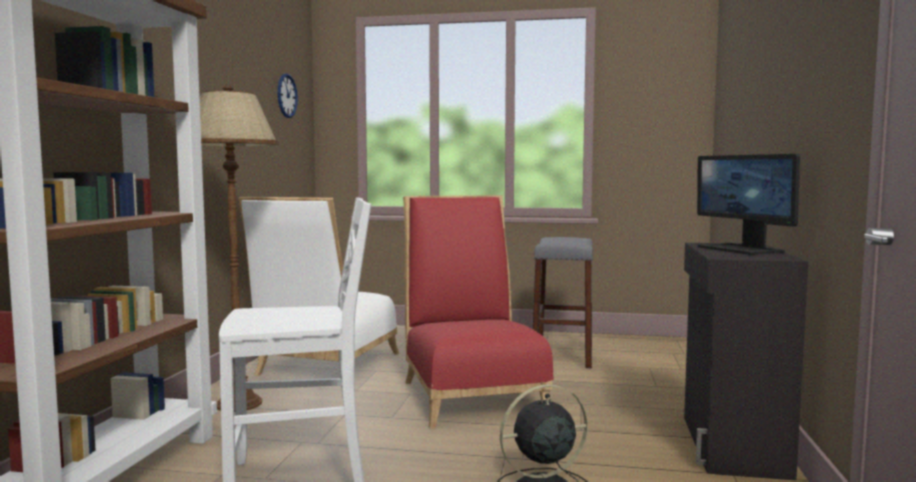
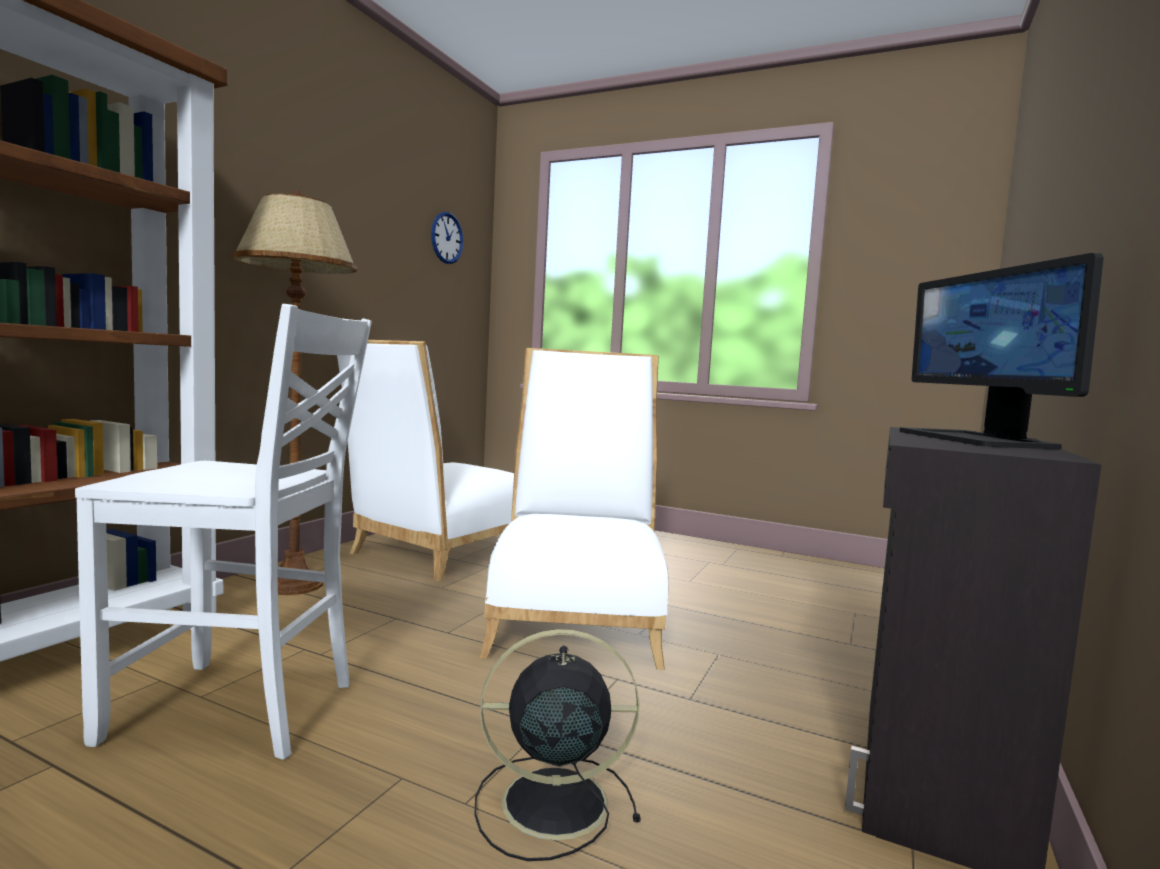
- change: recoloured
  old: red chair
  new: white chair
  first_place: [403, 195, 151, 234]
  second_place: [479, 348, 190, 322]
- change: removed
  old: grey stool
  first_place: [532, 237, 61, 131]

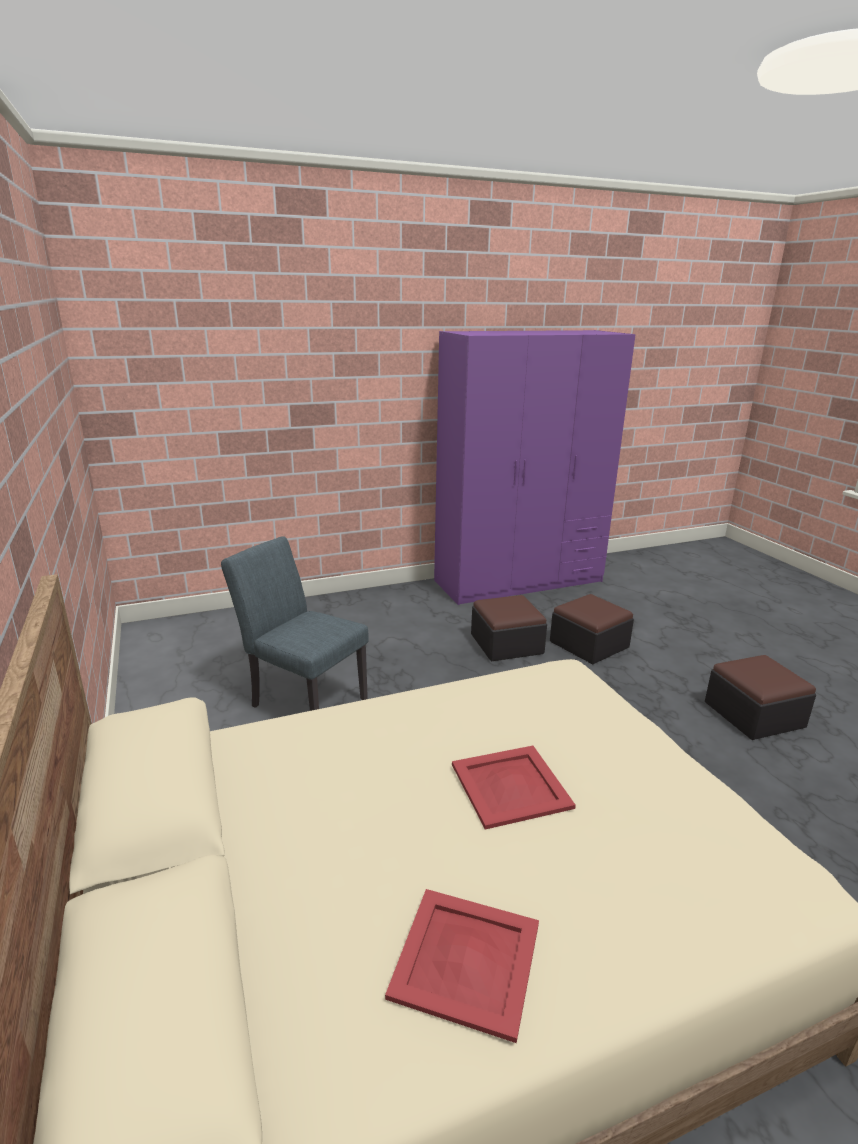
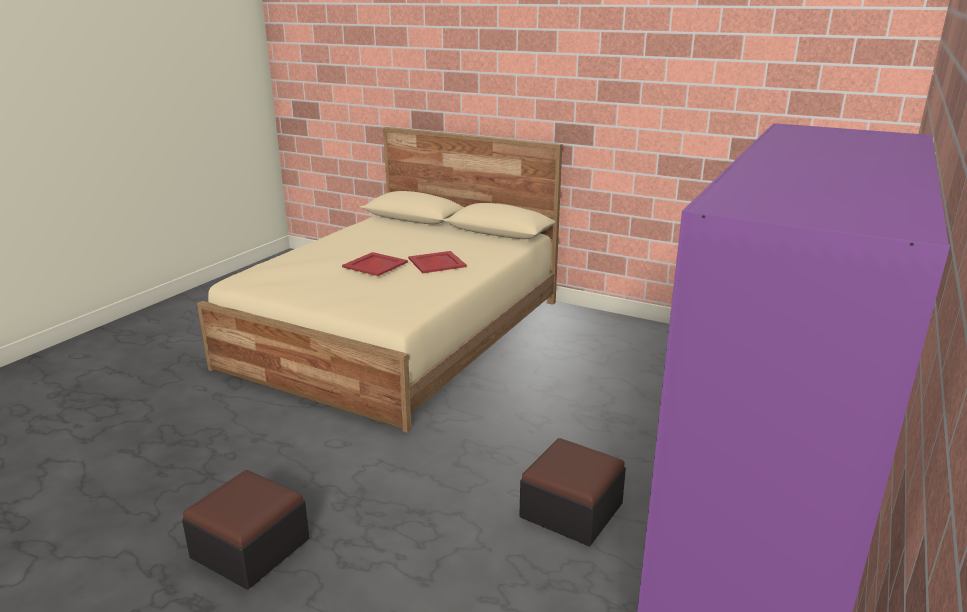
- change: removed
  old: grey chair
  first_place: [221, 536, 148, 175]
- change: moved
  old: red tray
  first_place: [385, 889, 154, 154]
  second_place: [408, 251, 59, 22]
- change: removed
  old: ottoman
  first_place: [550, 594, 84, 70]

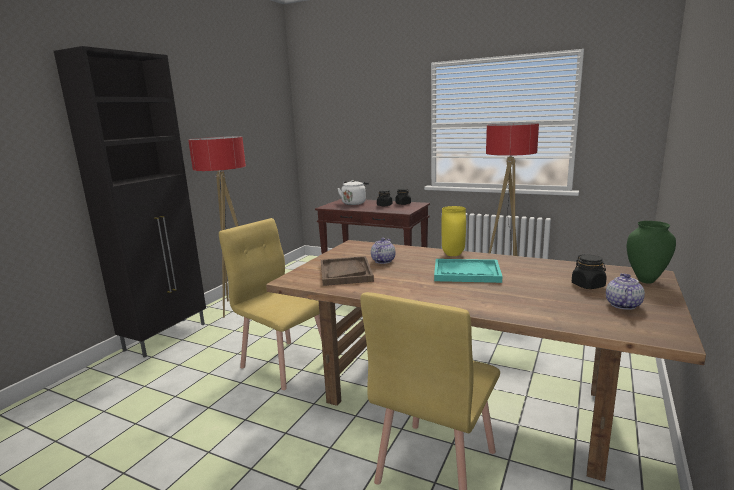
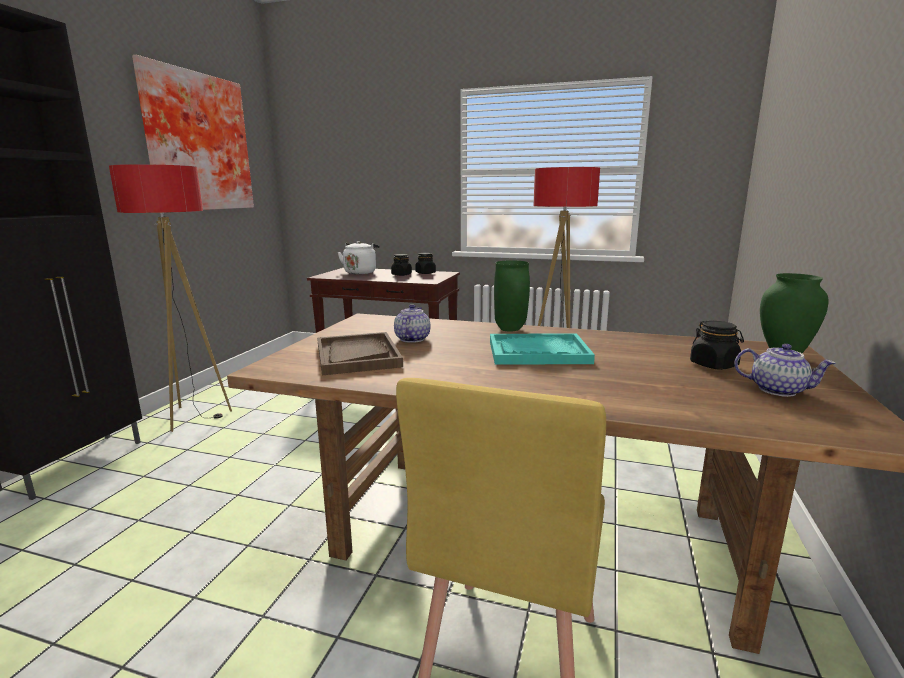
- change: removed
  old: yellow chair
  first_place: [219, 218, 103, 172]
- change: recoloured
  old: yellow vase
  new: green vase
  first_place: [441, 206, 25, 50]
  second_place: [494, 260, 36, 71]
- change: turned
  old: teapot
  first_place: [606, 273, 39, 37]
  second_place: [734, 344, 102, 53]
  degrees: 105
- change: added
  new: picture
  second_place: [132, 55, 122, 155]

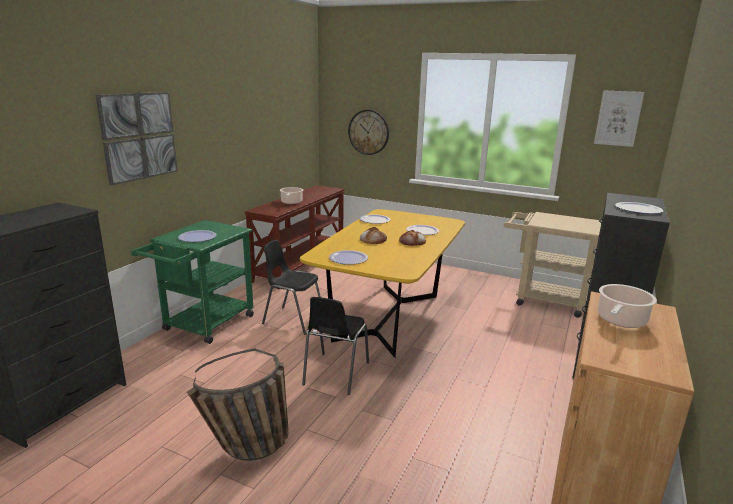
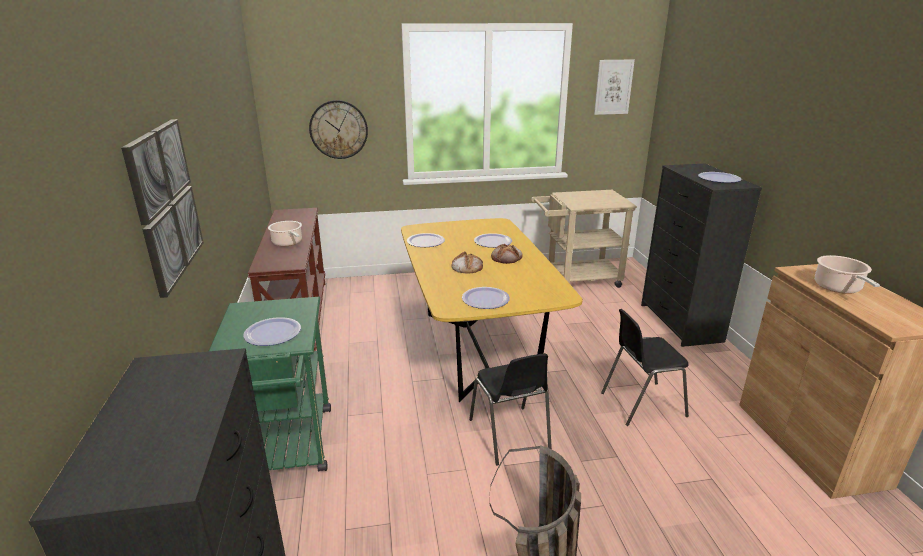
- change: moved
  old: black chair
  first_place: [262, 240, 59, 95]
  second_place: [601, 309, 88, 117]

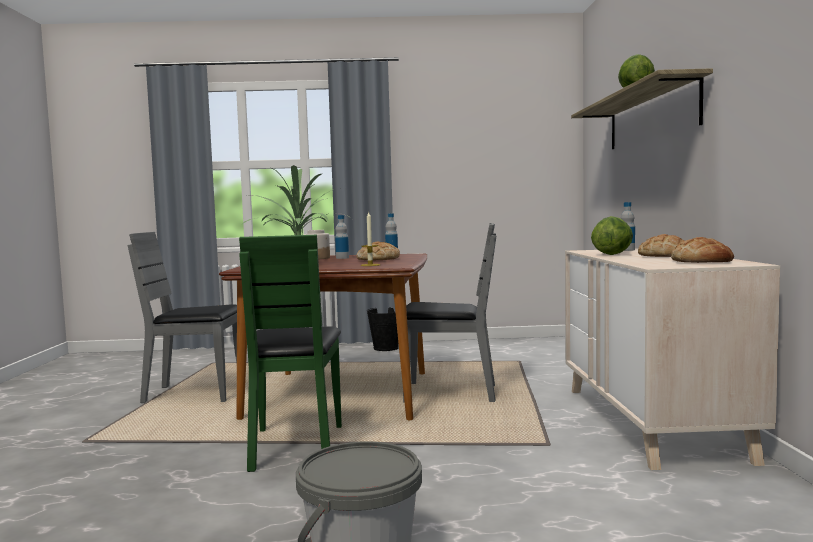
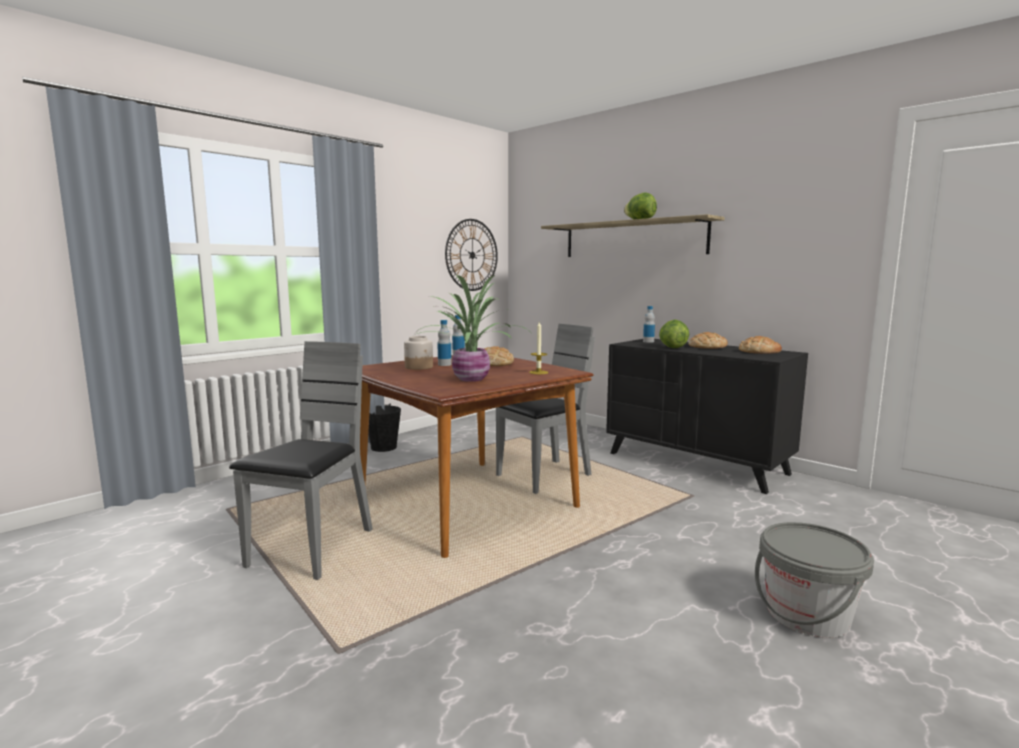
- change: turned
  old: grey chair
  first_place: [128, 232, 109, 171]
  second_place: [229, 341, 144, 239]
  degrees: 150
- change: removed
  old: green chair
  first_place: [239, 235, 103, 237]
- change: recoloured
  old: beige dresser
  new: black dresser
  first_place: [565, 249, 215, 221]
  second_place: [606, 339, 202, 155]
- change: added
  new: wall clock
  second_place: [445, 219, 53, 72]

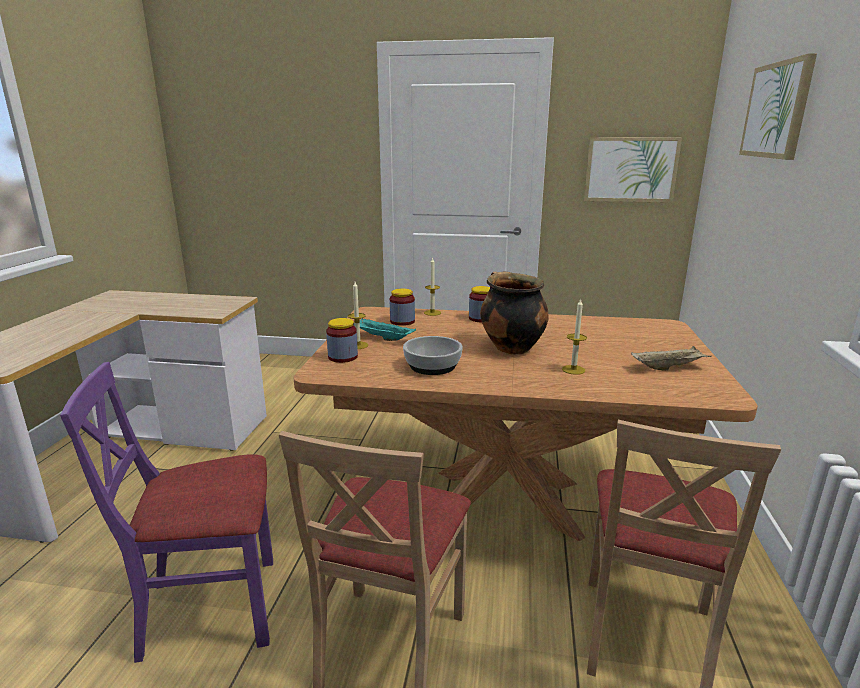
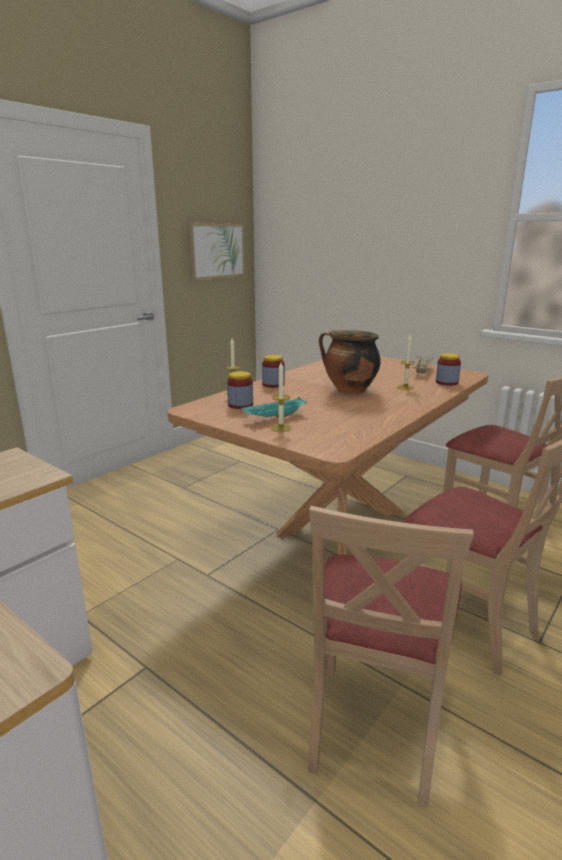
- change: recoloured
  old: purple chair
  new: beige chair
  first_place: [60, 362, 213, 301]
  second_place: [308, 506, 166, 302]
- change: moved
  old: jar
  first_place: [326, 318, 32, 45]
  second_place: [436, 353, 25, 33]
- change: removed
  old: bowl
  first_place: [403, 336, 60, 39]
- change: removed
  old: picture
  first_place: [739, 53, 78, 107]

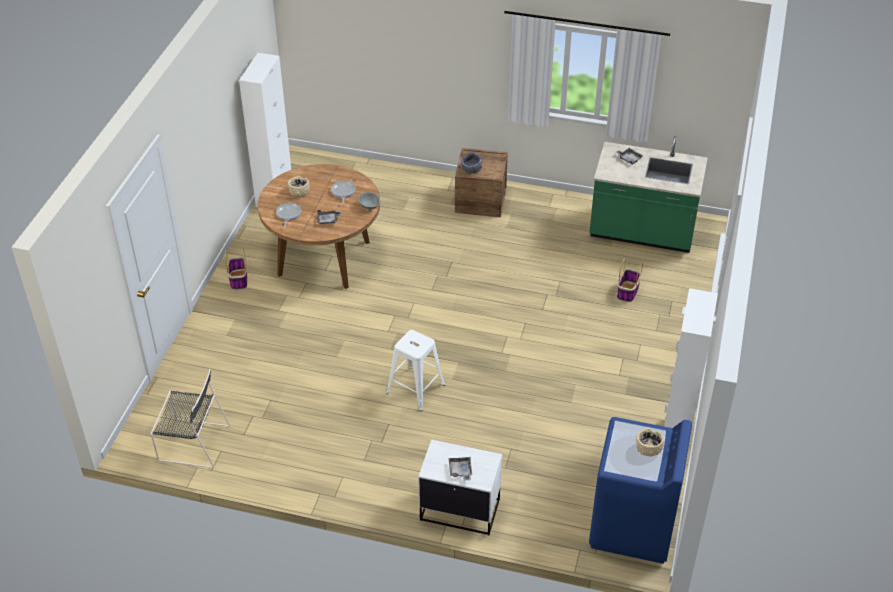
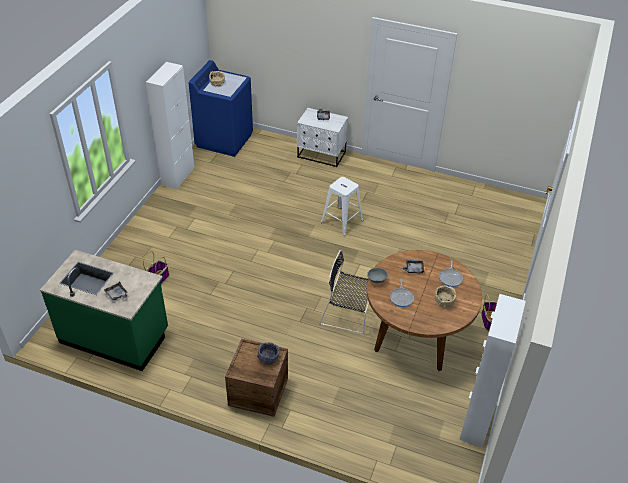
- change: moved
  old: black chair
  first_place: [151, 369, 79, 99]
  second_place: [320, 250, 49, 84]

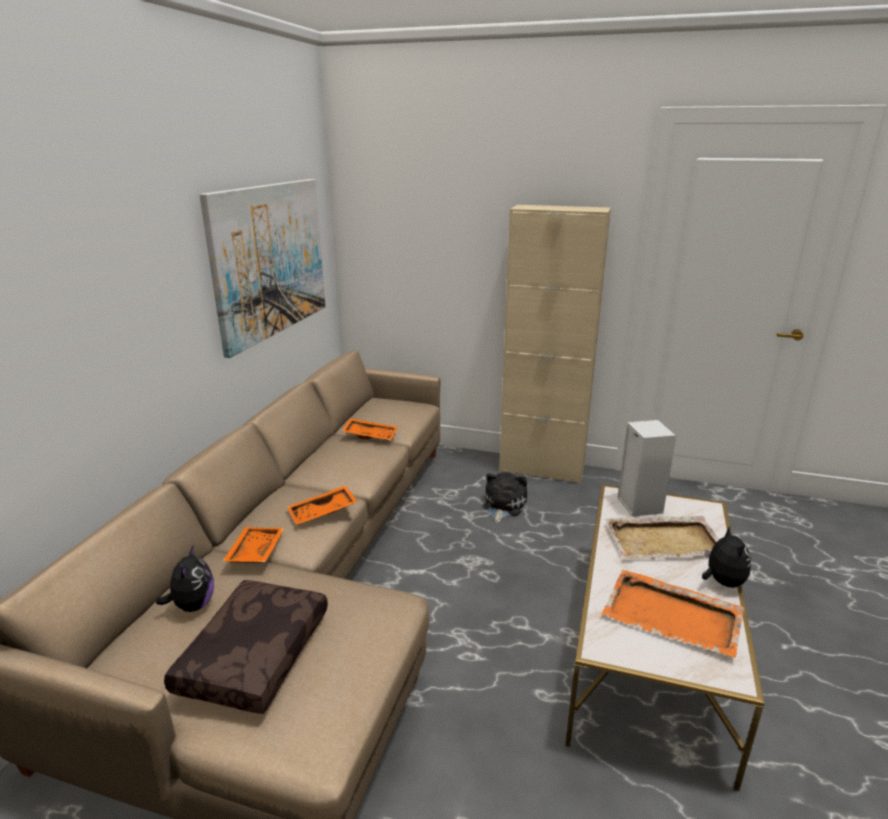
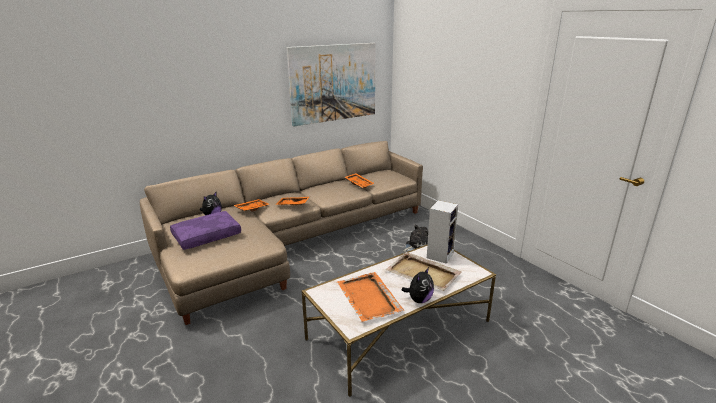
- change: recoloured
  old: brown pillow
  new: purple pillow
  first_place: [164, 580, 164, 134]
  second_place: [170, 211, 71, 39]
- change: removed
  old: beige cabinet
  first_place: [499, 205, 112, 279]

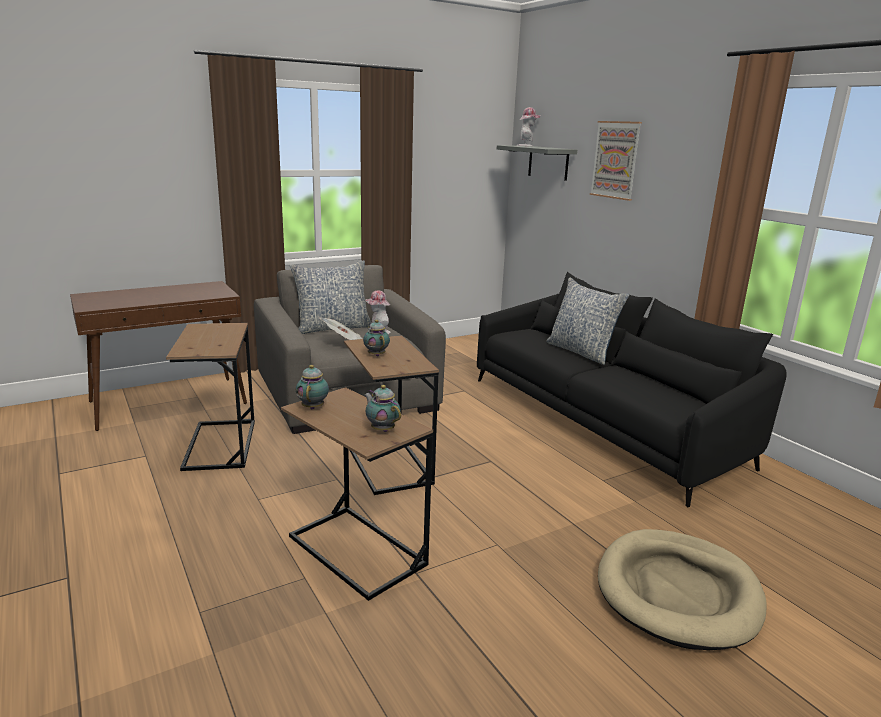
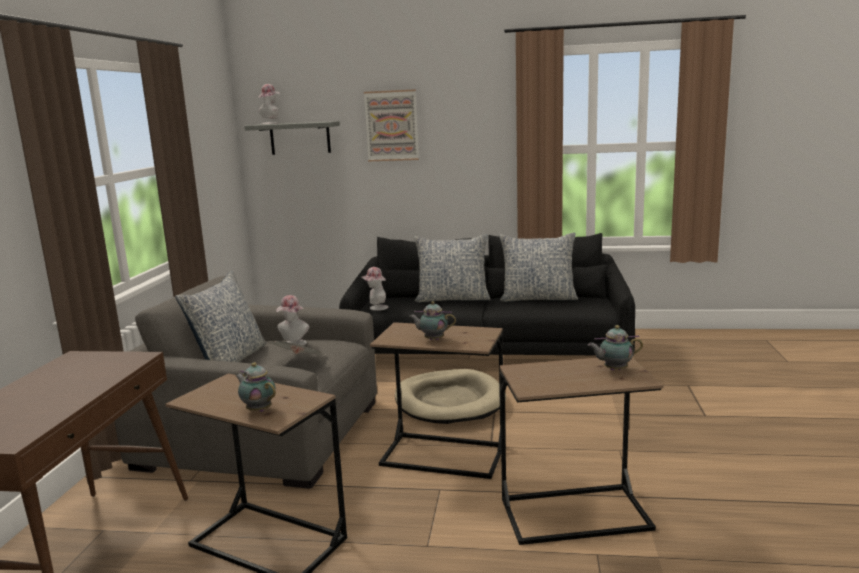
- change: moved
  old: teapot
  first_place: [296, 365, 33, 44]
  second_place: [236, 362, 40, 50]
- change: moved
  old: beige dog bed
  first_place: [598, 529, 169, 121]
  second_place: [395, 369, 111, 55]
- change: added
  new: hat
  second_place: [361, 267, 27, 44]
- change: added
  new: pillow
  second_place: [499, 233, 79, 69]

